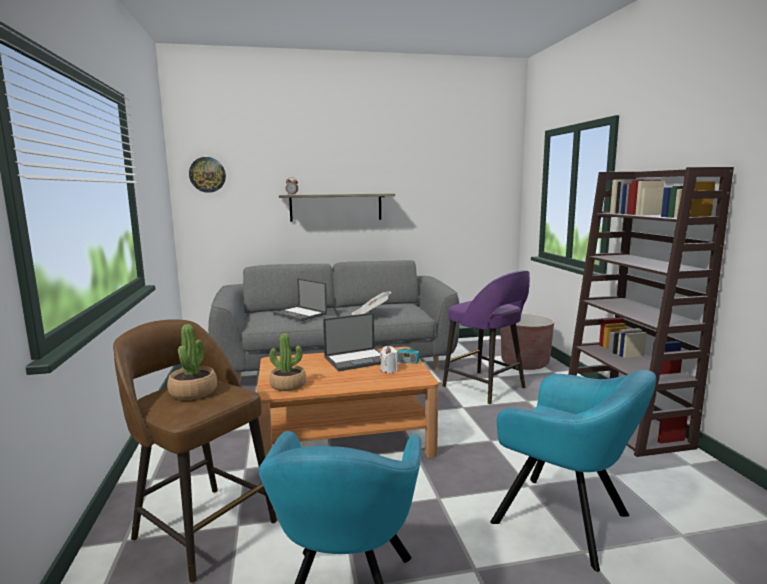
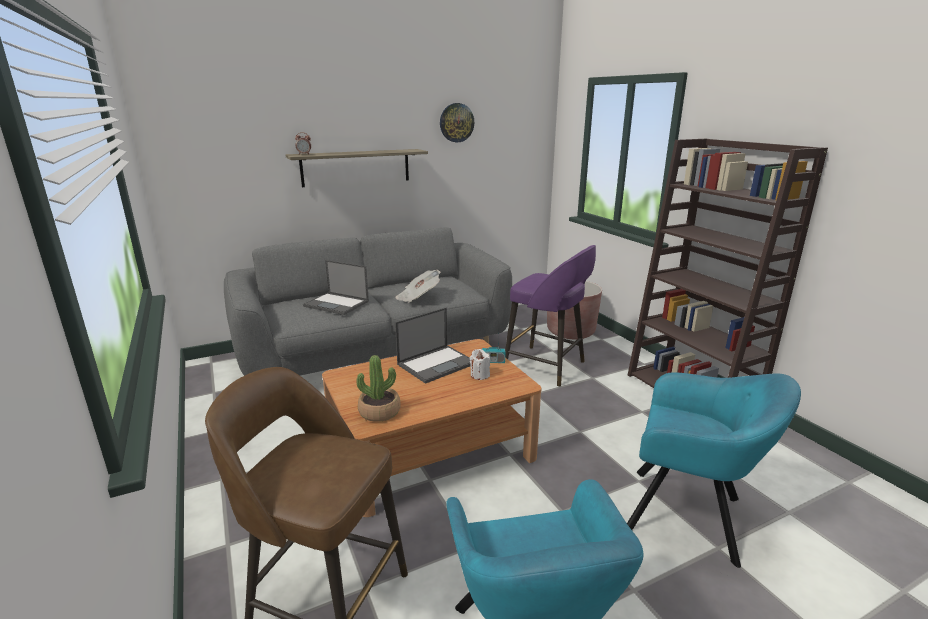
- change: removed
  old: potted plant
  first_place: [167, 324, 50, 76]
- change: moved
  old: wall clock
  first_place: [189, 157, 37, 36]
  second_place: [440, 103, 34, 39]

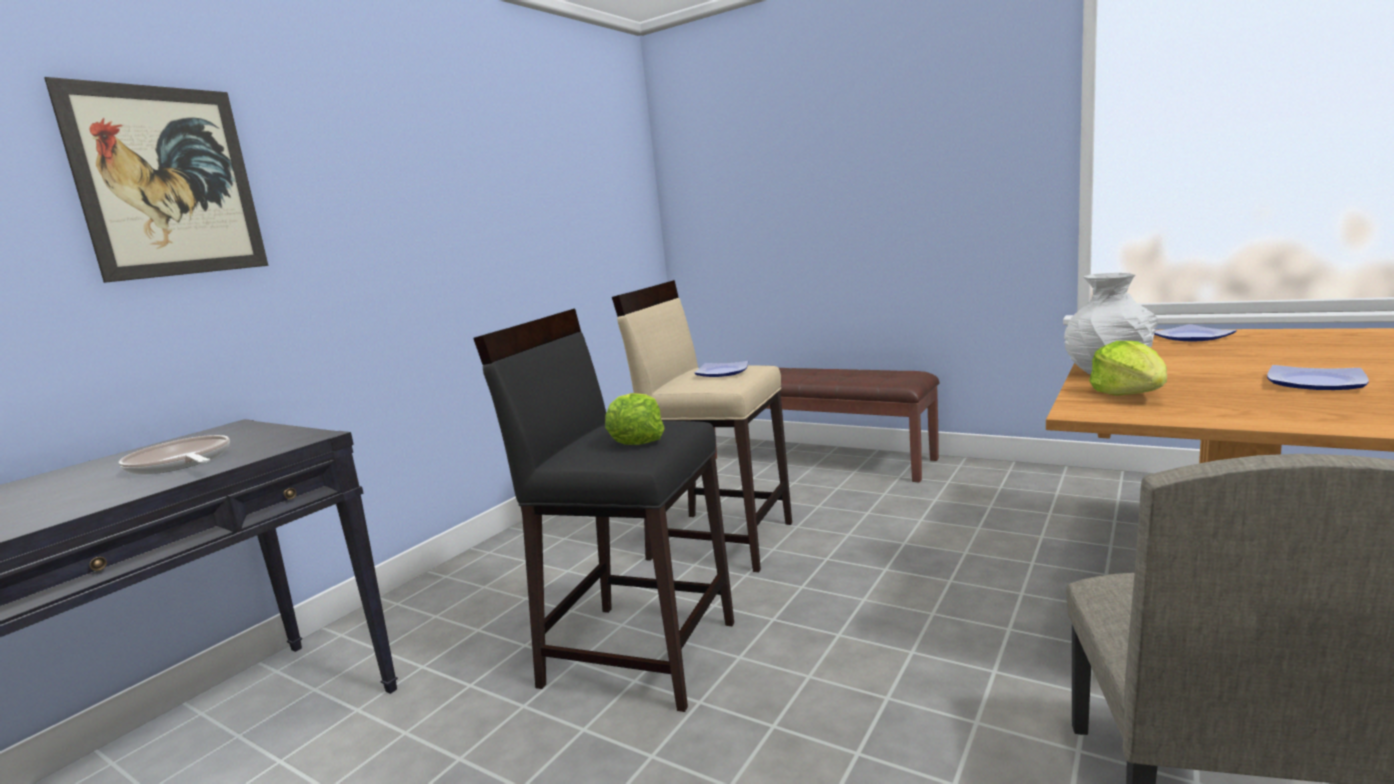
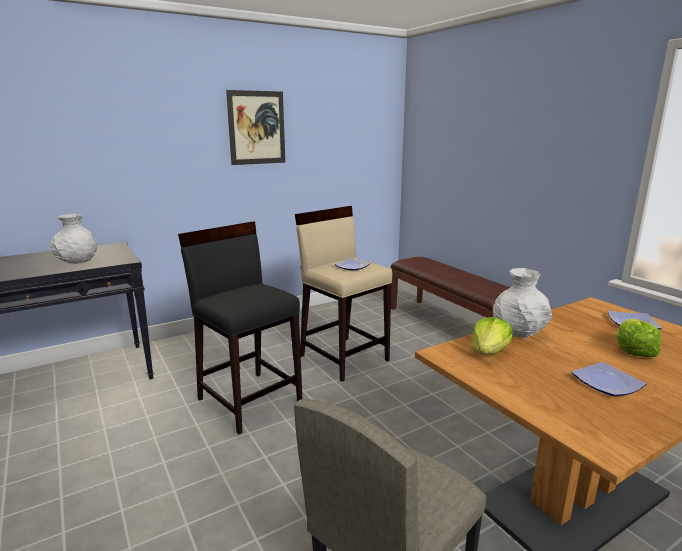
- change: moved
  old: picture
  first_place: [44, 77, 224, 206]
  second_place: [226, 90, 59, 75]
- change: replaced
  old: frying pan
  new: white vase
  first_place: [118, 435, 112, 40]
  second_place: [50, 214, 47, 50]
- change: moved
  old: lettuce
  first_place: [605, 393, 60, 52]
  second_place: [616, 319, 45, 38]

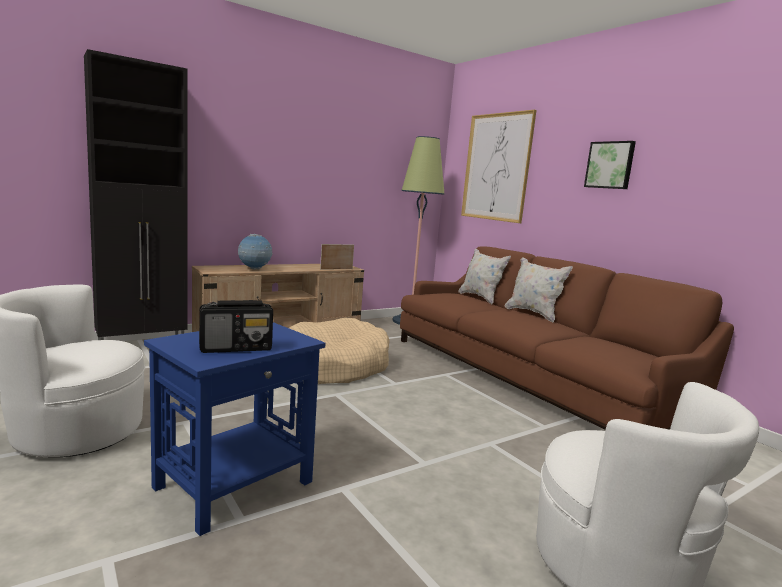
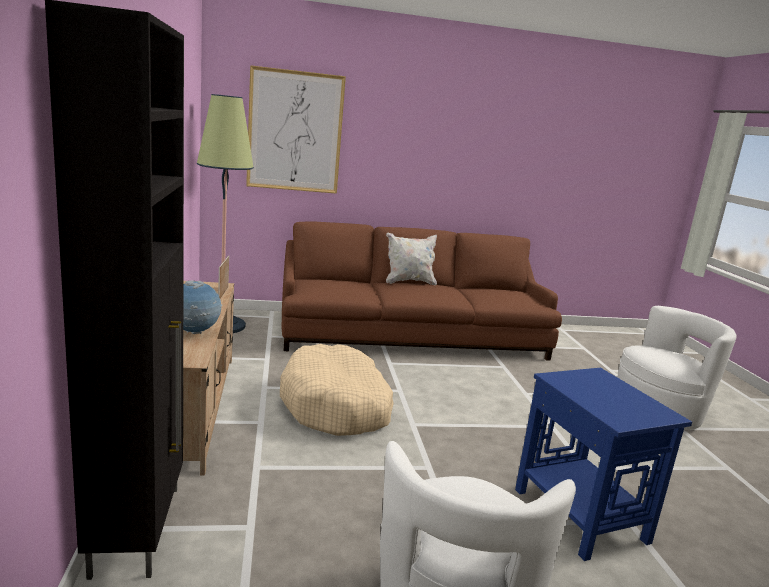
- change: removed
  old: radio
  first_place: [199, 300, 74, 53]
- change: removed
  old: white pillow
  first_place: [459, 249, 52, 55]
- change: removed
  old: picture
  first_place: [584, 141, 52, 48]

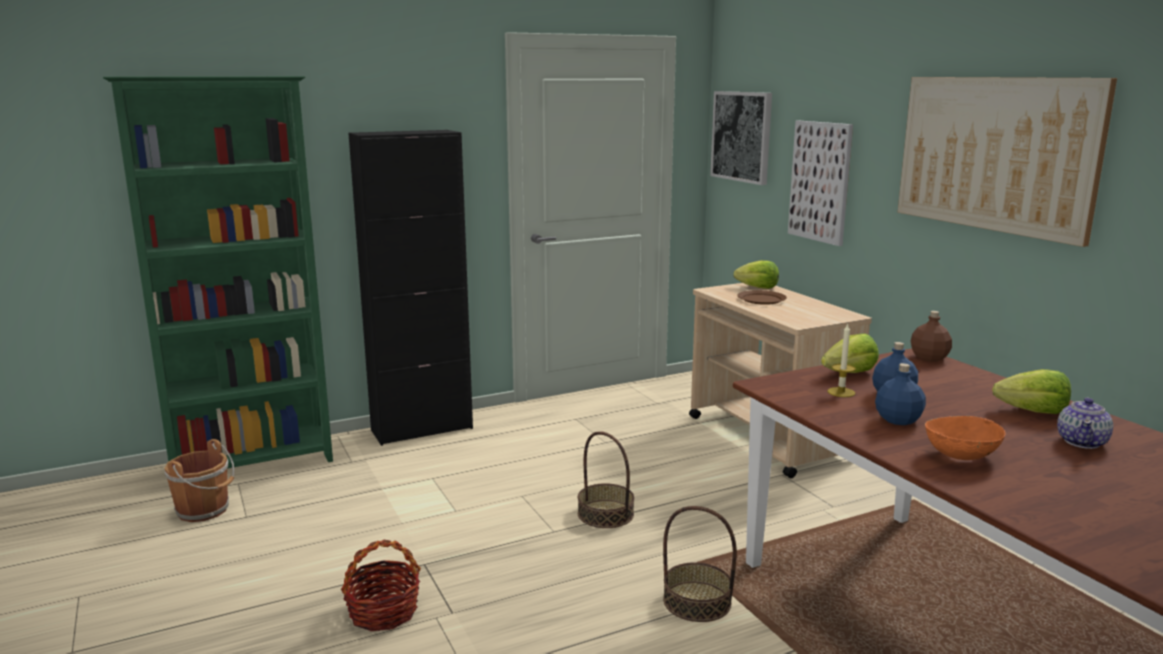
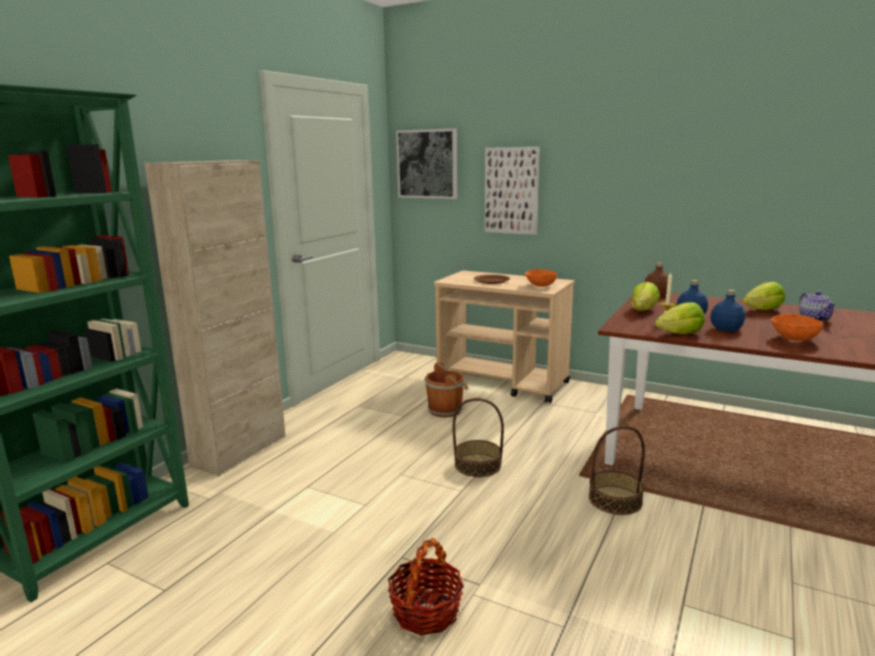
- change: moved
  old: brown bucket
  first_place: [164, 439, 70, 83]
  second_place: [424, 362, 44, 56]
- change: recoloured
  old: black cabinet
  new: beige cabinet
  first_place: [349, 130, 124, 316]
  second_place: [144, 160, 142, 316]
- change: moved
  old: lettuce
  first_place: [734, 260, 45, 29]
  second_place: [655, 302, 50, 32]
- change: removed
  old: picture
  first_place: [897, 77, 220, 170]
- change: added
  new: orange bowl
  second_place: [525, 269, 32, 18]

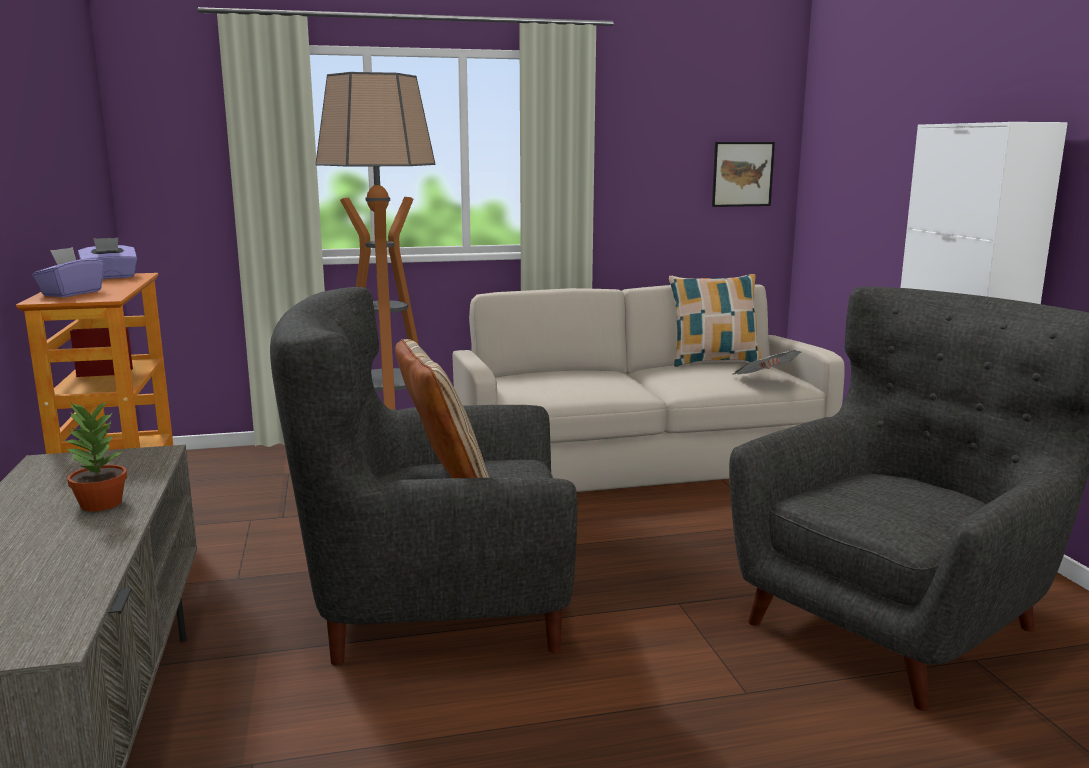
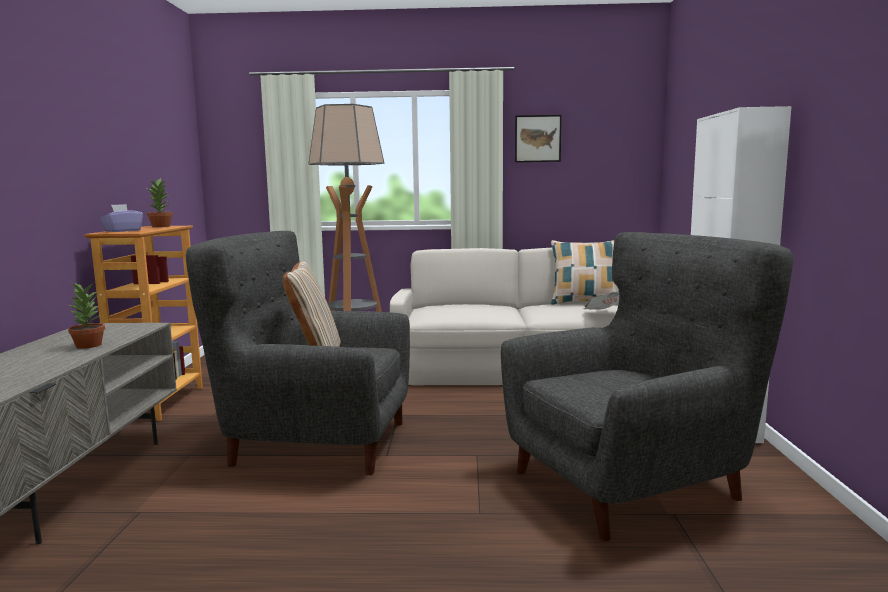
- change: replaced
  old: purple tissue box
  new: potted plant
  first_place: [78, 237, 59, 42]
  second_place: [147, 178, 26, 49]
- change: moved
  old: picture
  first_place: [712, 142, 63, 65]
  second_place: [515, 115, 47, 47]

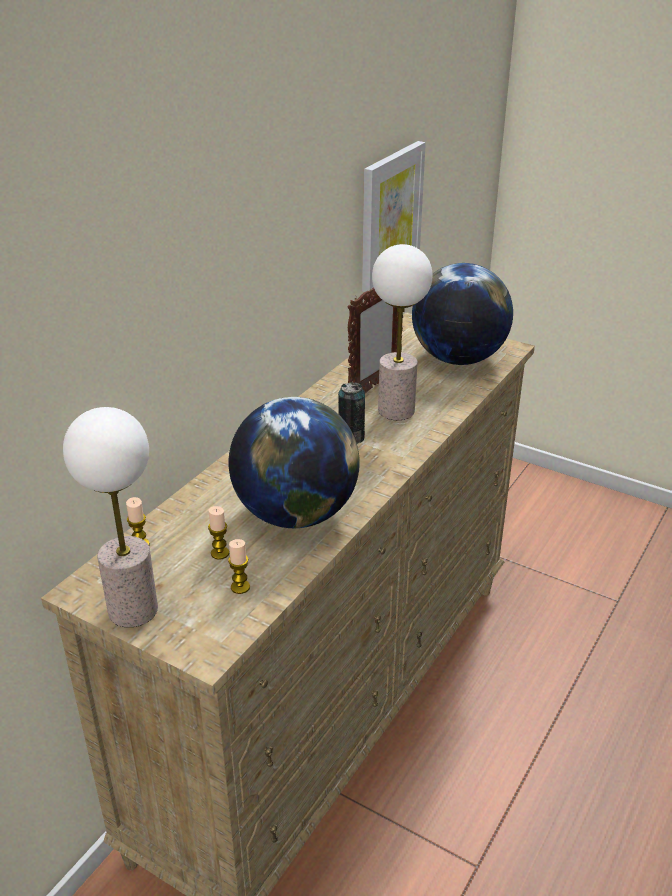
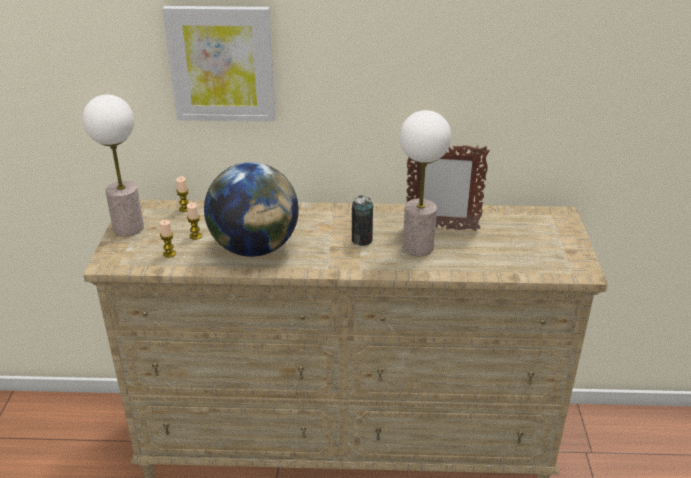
- change: moved
  old: picture
  first_place: [362, 141, 64, 151]
  second_place: [162, 6, 113, 116]
- change: removed
  old: globe
  first_place: [412, 263, 101, 102]

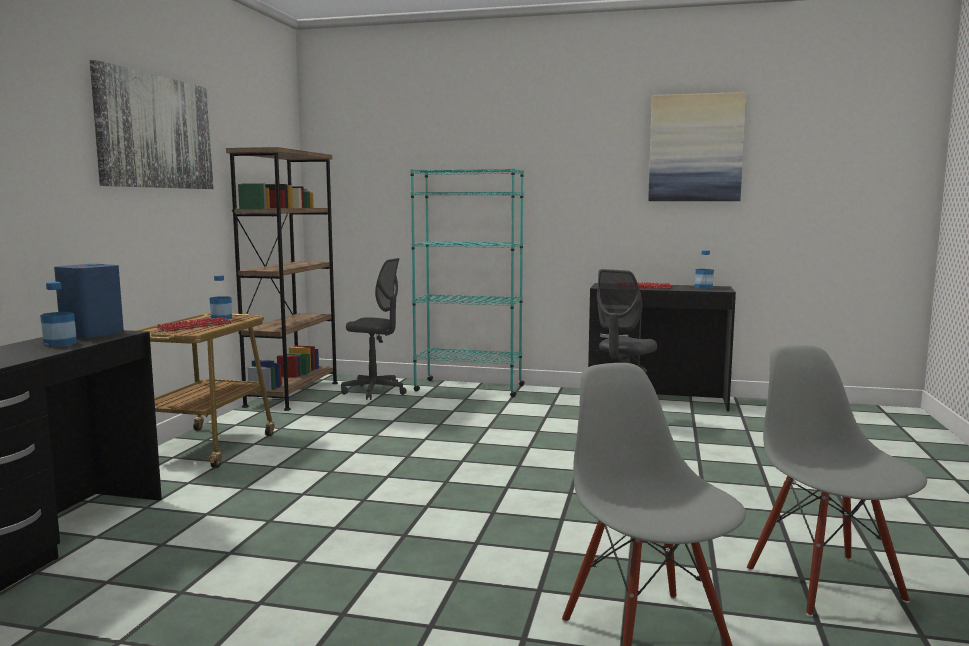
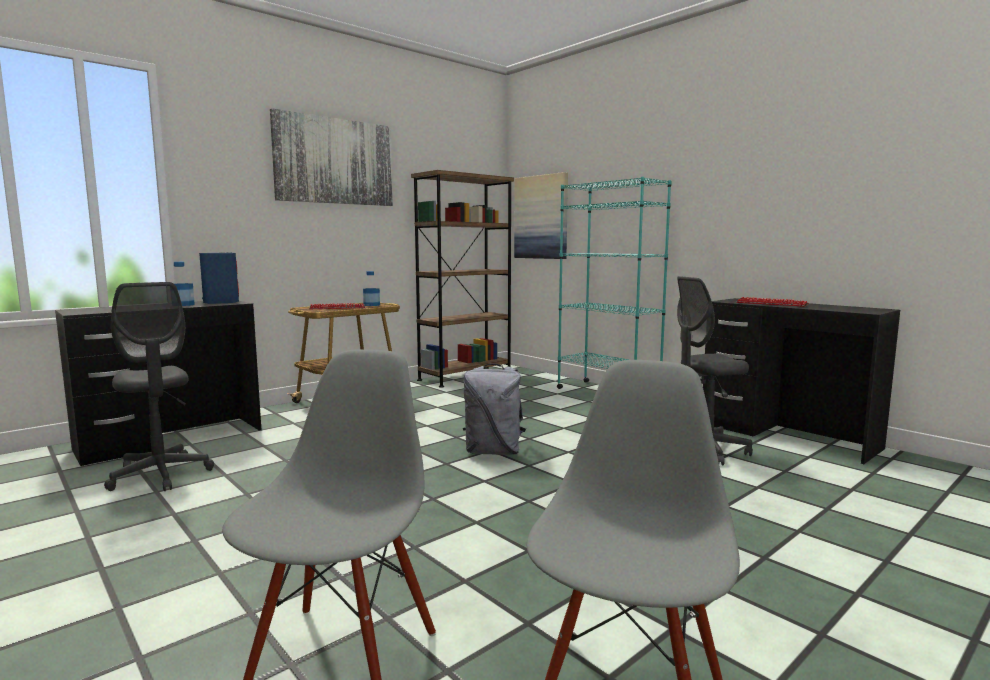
- change: moved
  old: grey office chair
  first_place: [341, 258, 66, 142]
  second_place: [104, 282, 110, 209]
- change: moved
  old: picture
  first_place: [648, 92, 98, 109]
  second_place: [514, 172, 54, 87]
- change: removed
  old: bottle
  first_place: [694, 250, 20, 39]
- change: added
  new: grey backpack
  second_place: [463, 363, 63, 92]

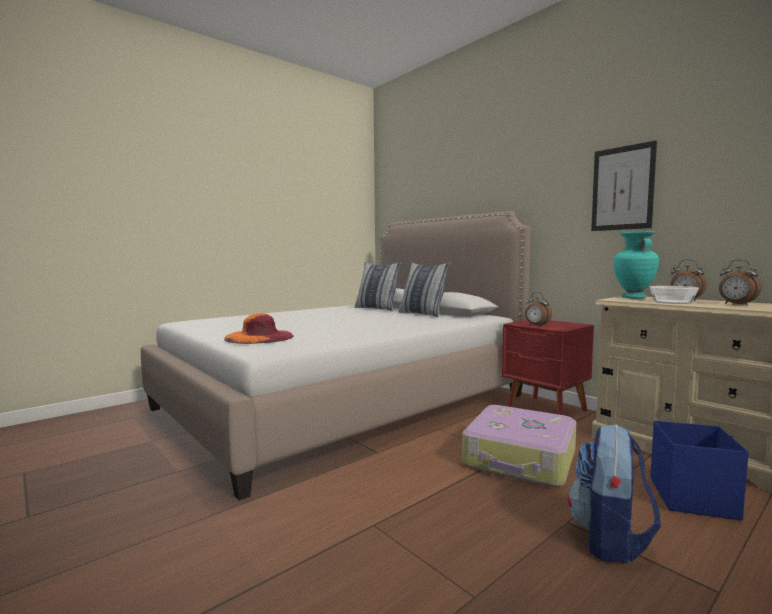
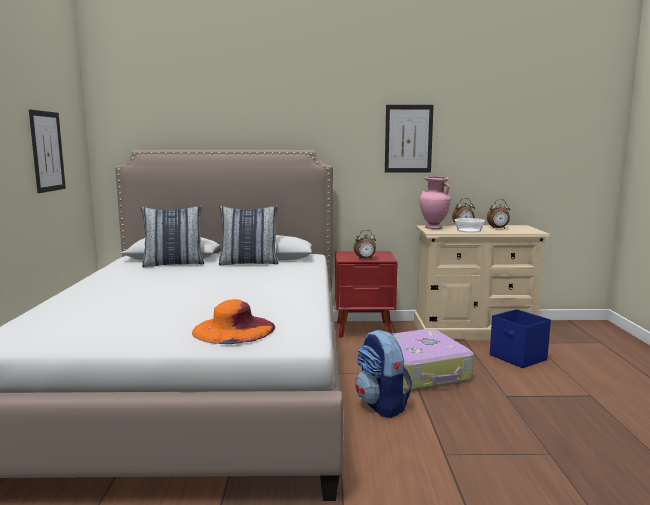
- change: moved
  old: backpack
  first_place: [568, 424, 93, 139]
  second_place: [356, 330, 56, 88]
- change: recoloured
  old: turquoise vase
  new: pink vase
  first_place: [613, 231, 46, 68]
  second_place: [420, 177, 31, 52]
- change: added
  new: picture
  second_place: [29, 109, 37, 84]

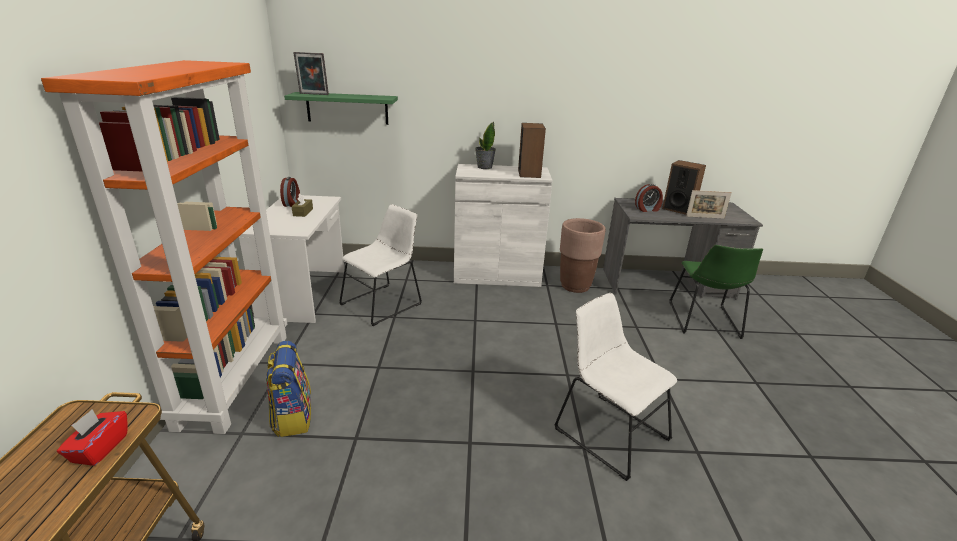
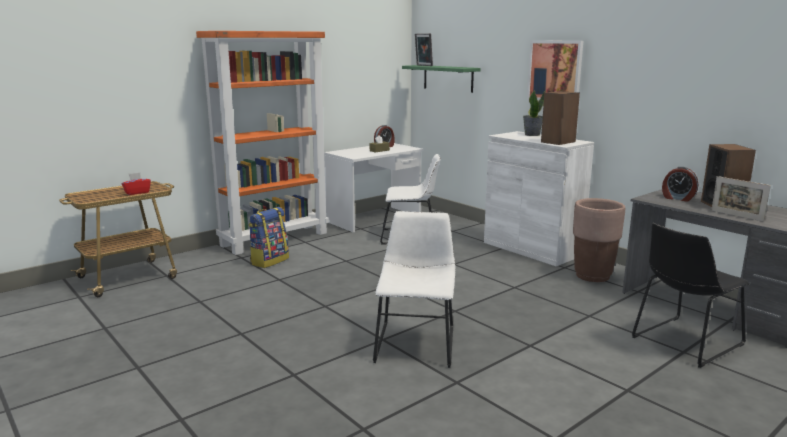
- change: recoloured
  old: green chair
  new: black chair
  first_place: [669, 245, 94, 94]
  second_place: [632, 223, 117, 145]
- change: added
  new: picture
  second_place: [527, 41, 56, 59]

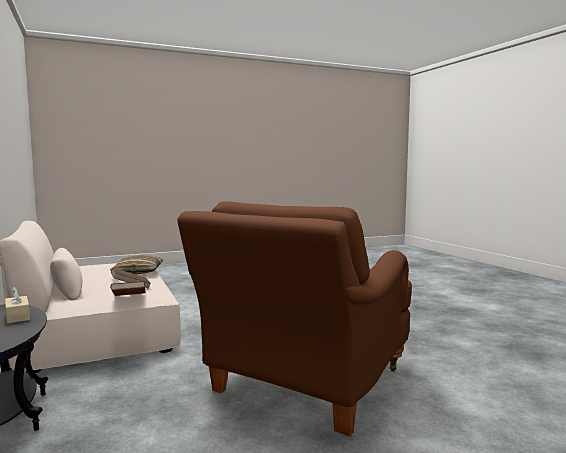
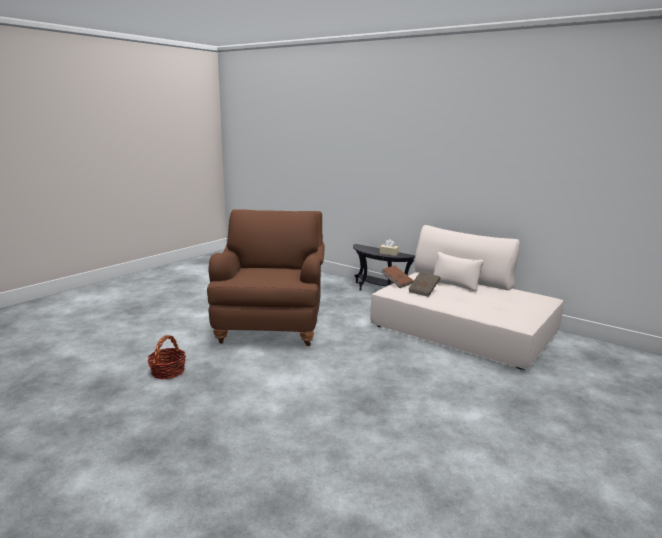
- change: removed
  old: pillow
  first_place: [110, 255, 53, 20]
- change: added
  new: basket
  second_place: [148, 335, 38, 44]

